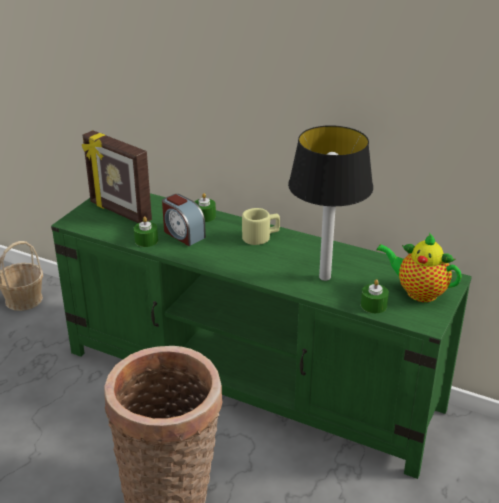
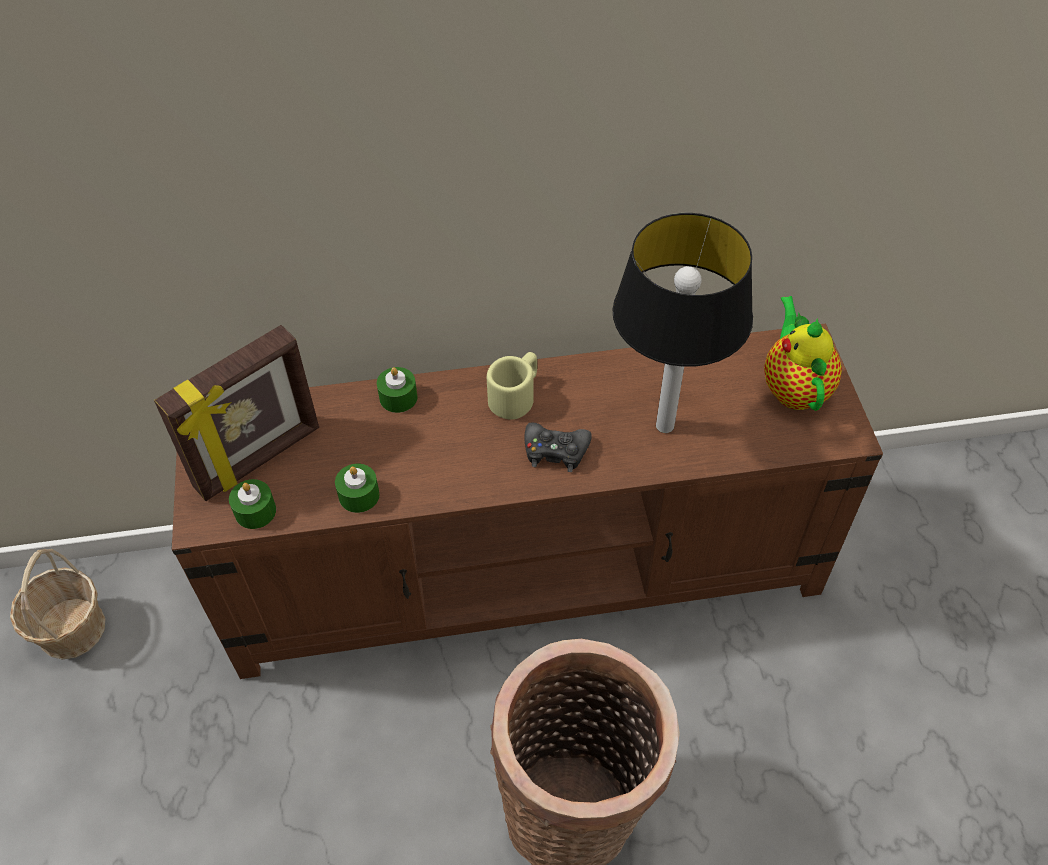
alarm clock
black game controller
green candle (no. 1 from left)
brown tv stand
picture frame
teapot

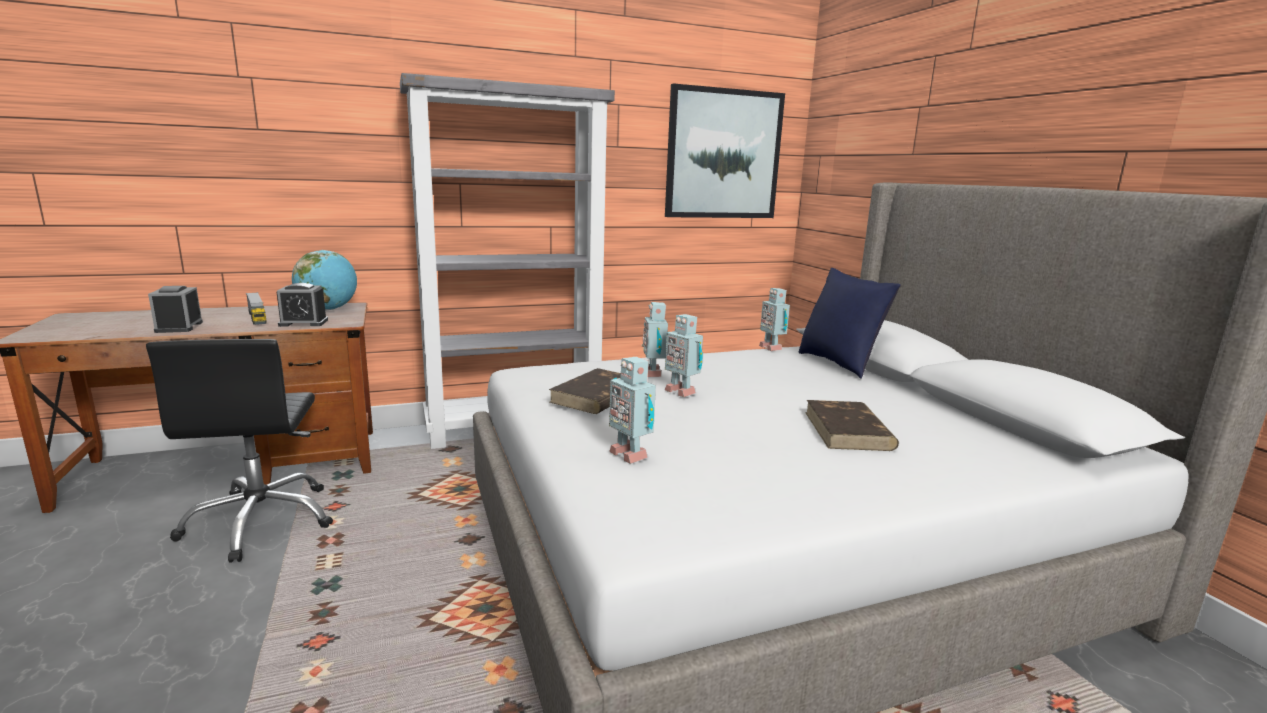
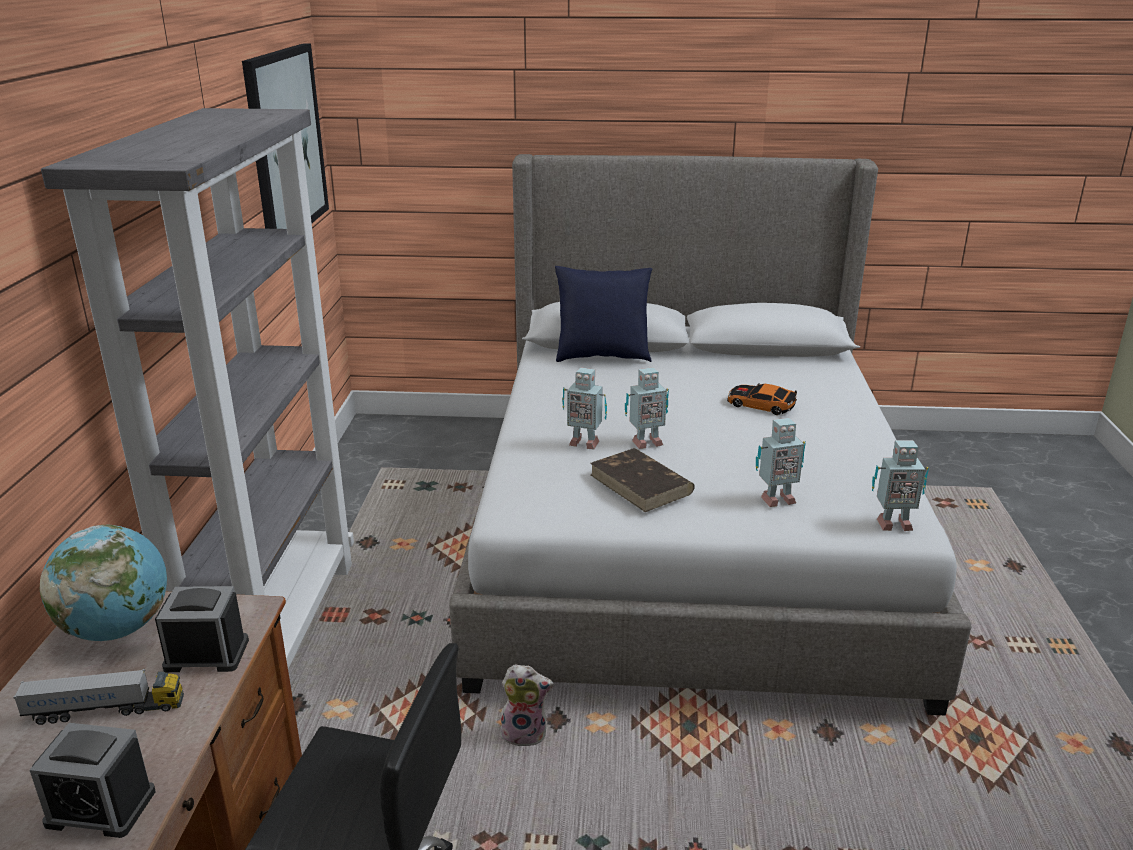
plush toy
toy robot (no. 4 from left)
toy car
alarm clock (no. 2 from left)

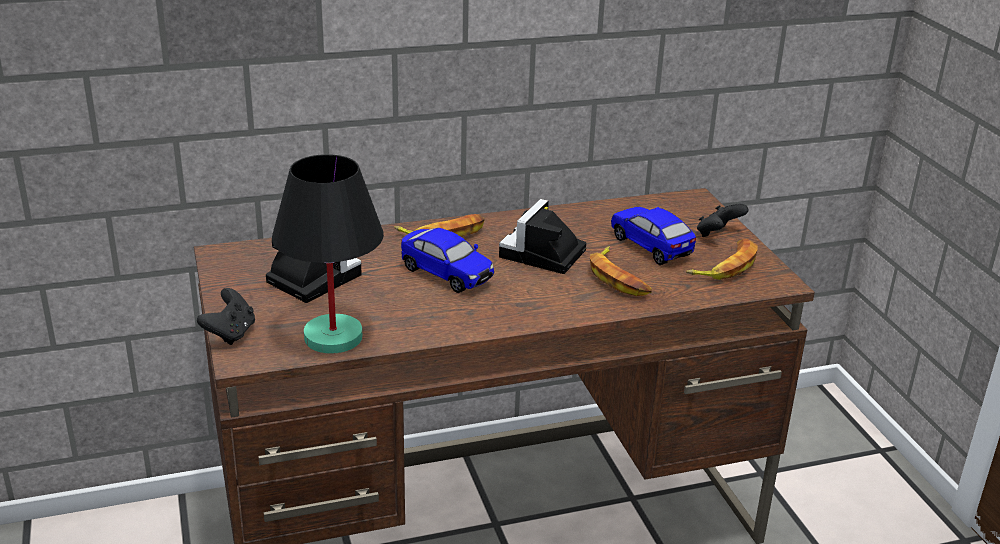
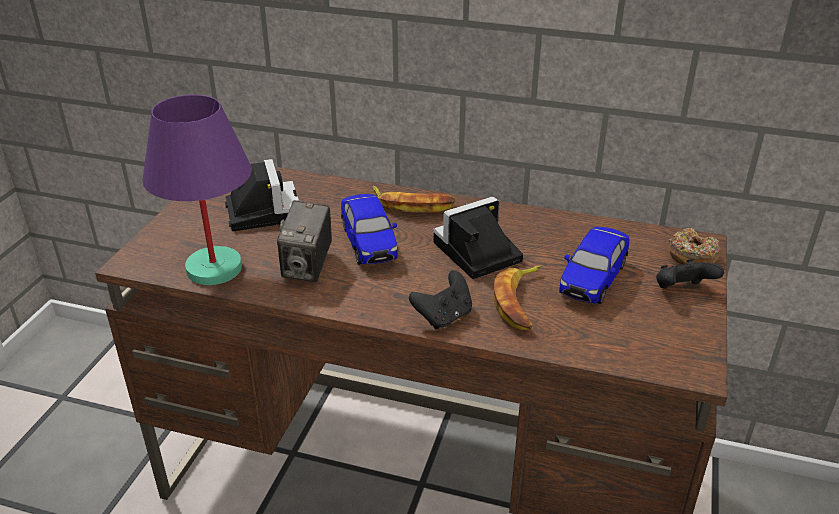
banana (no. 3 from left in the first image)
photo camera (no. 2 from left)
donut
black game controller (no. 1 from left)
purple table lamp
toy car (no. 2 from left)

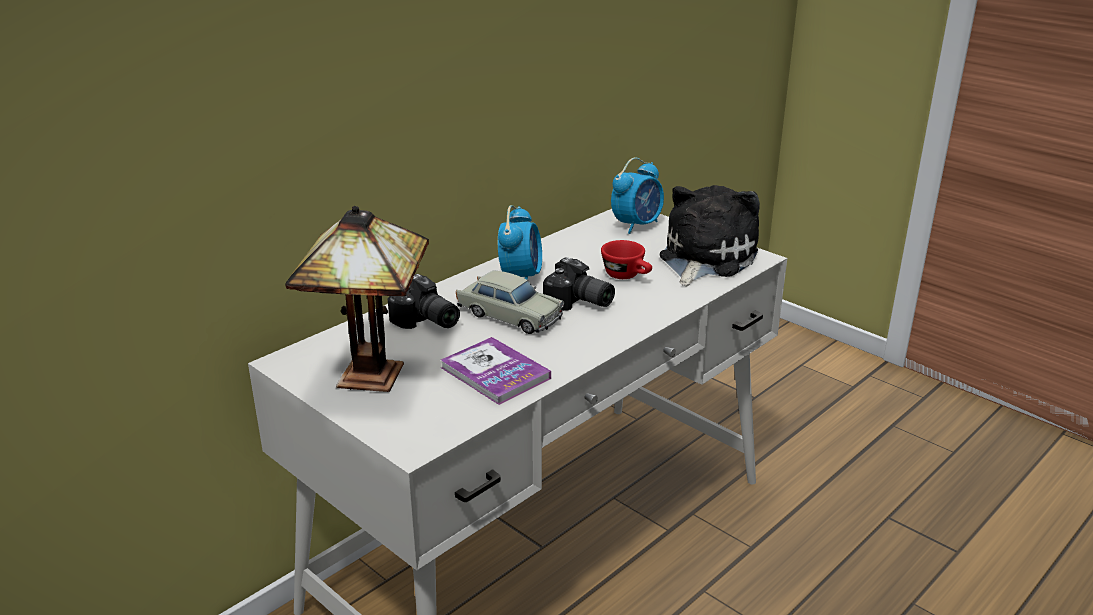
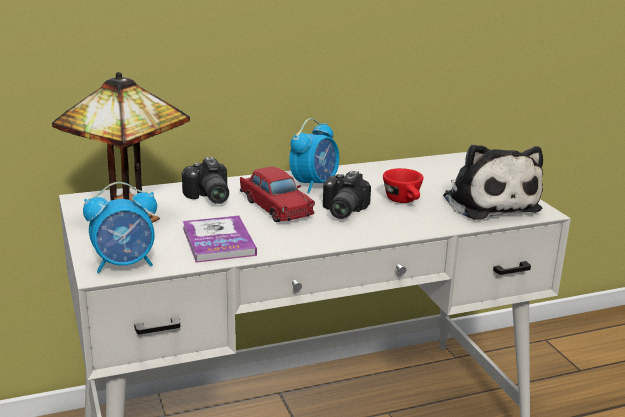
alarm clock (no. 1 from left)
red toy car
photo camera (no. 2 from left)
plush toy

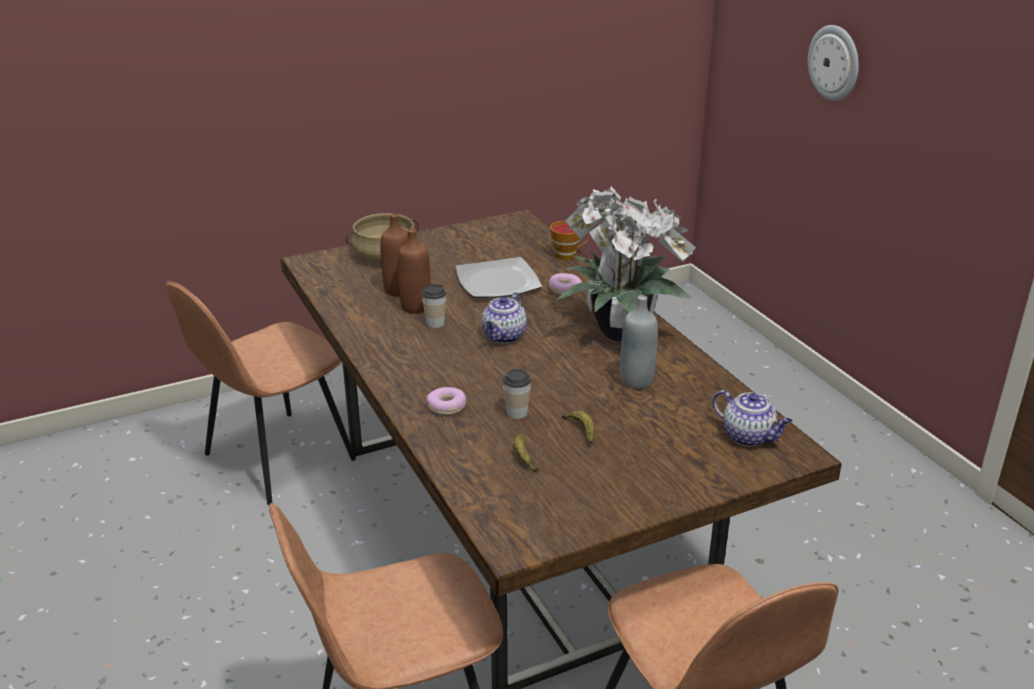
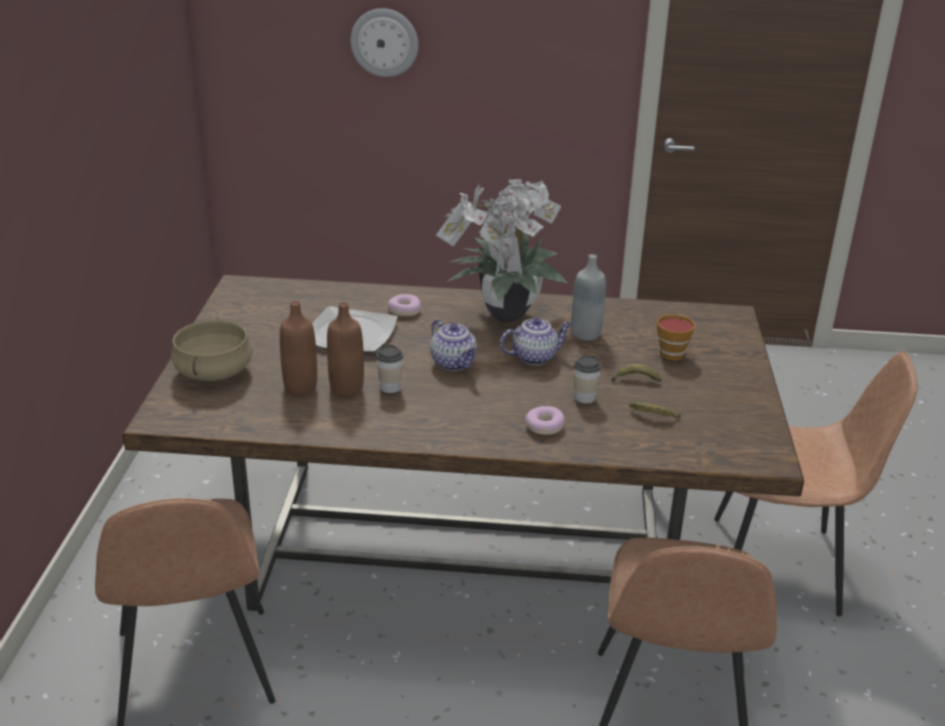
cup (no. 3 from left)
teapot (no. 2 from left)

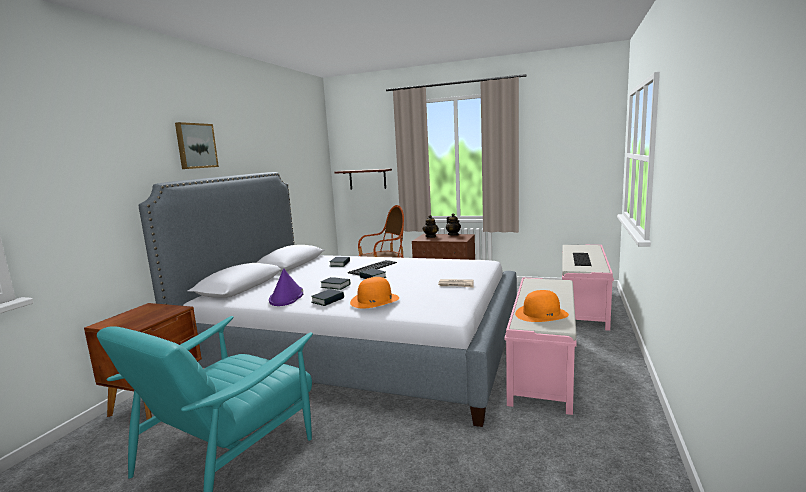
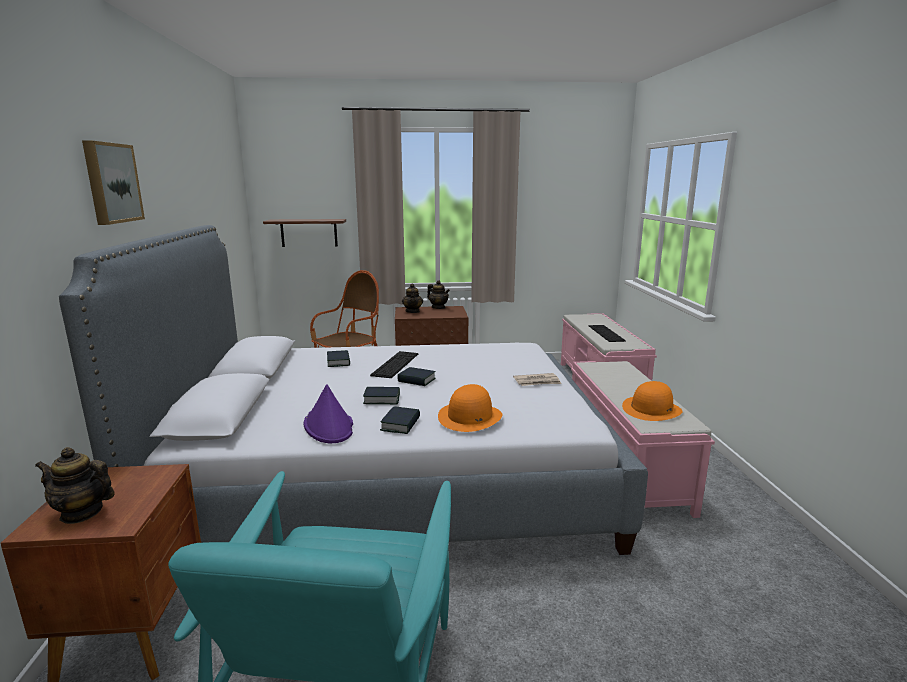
teapot (no. 1 from left)

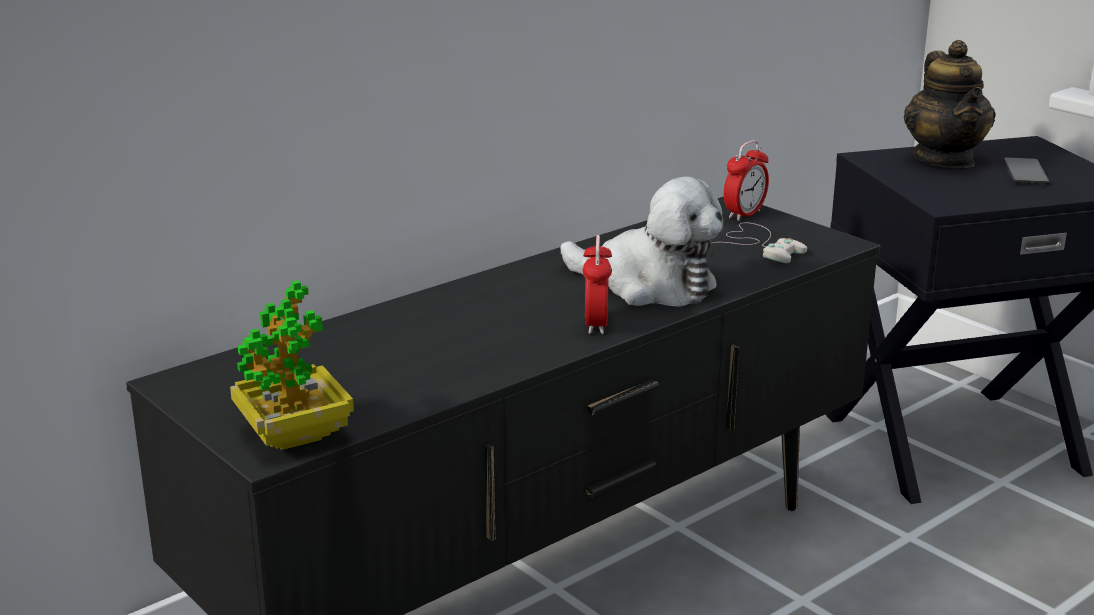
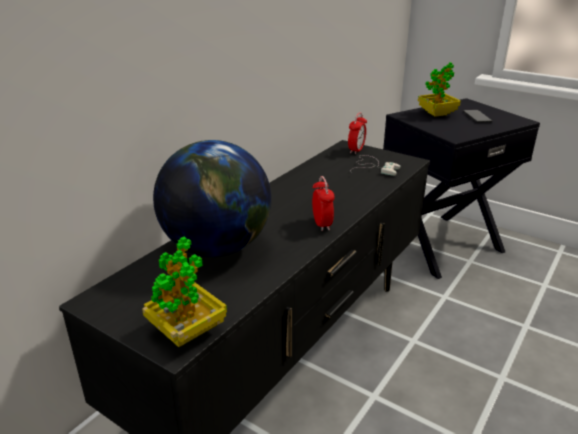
plush toy
globe
potted plant (no. 2 from left)

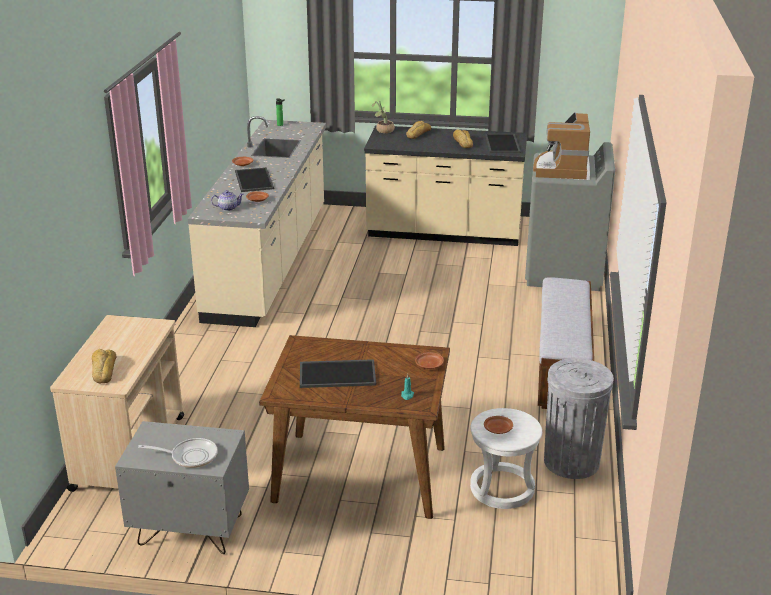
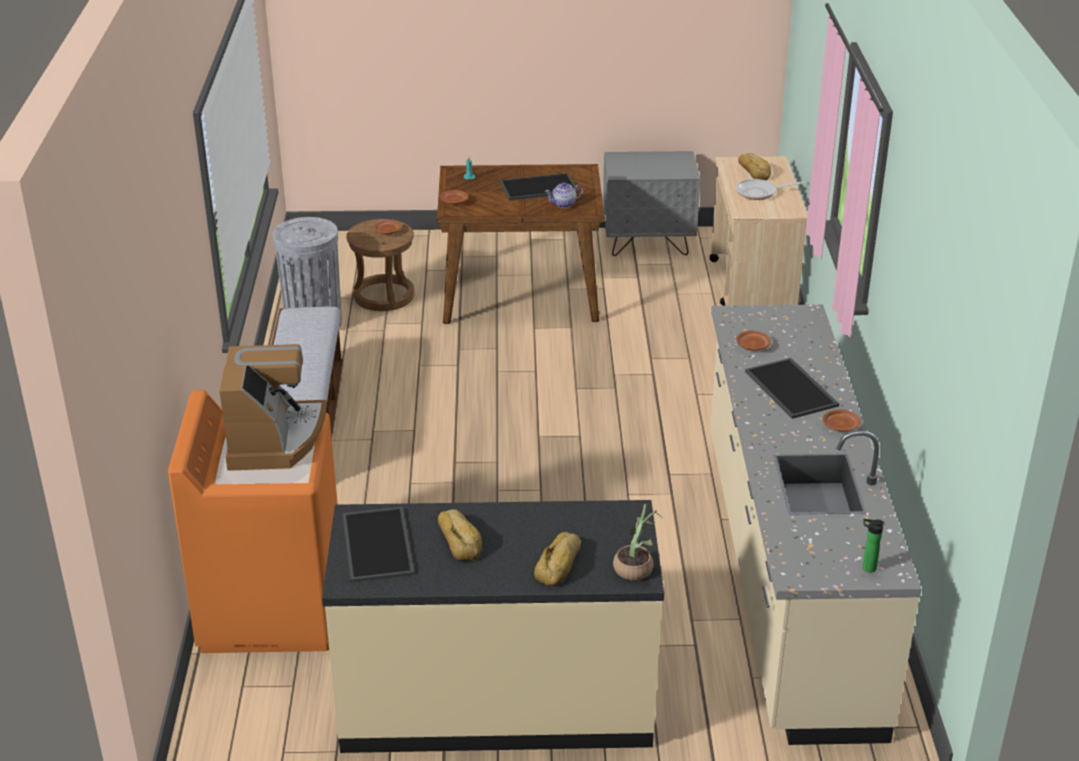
frying pan
teapot
brown stool
orange washing machine

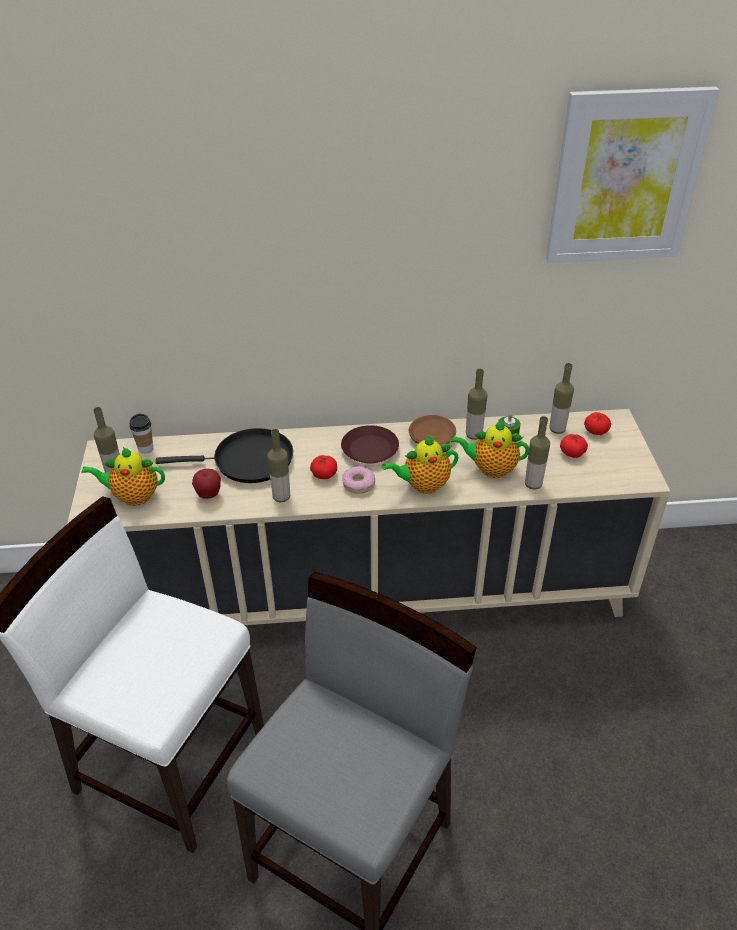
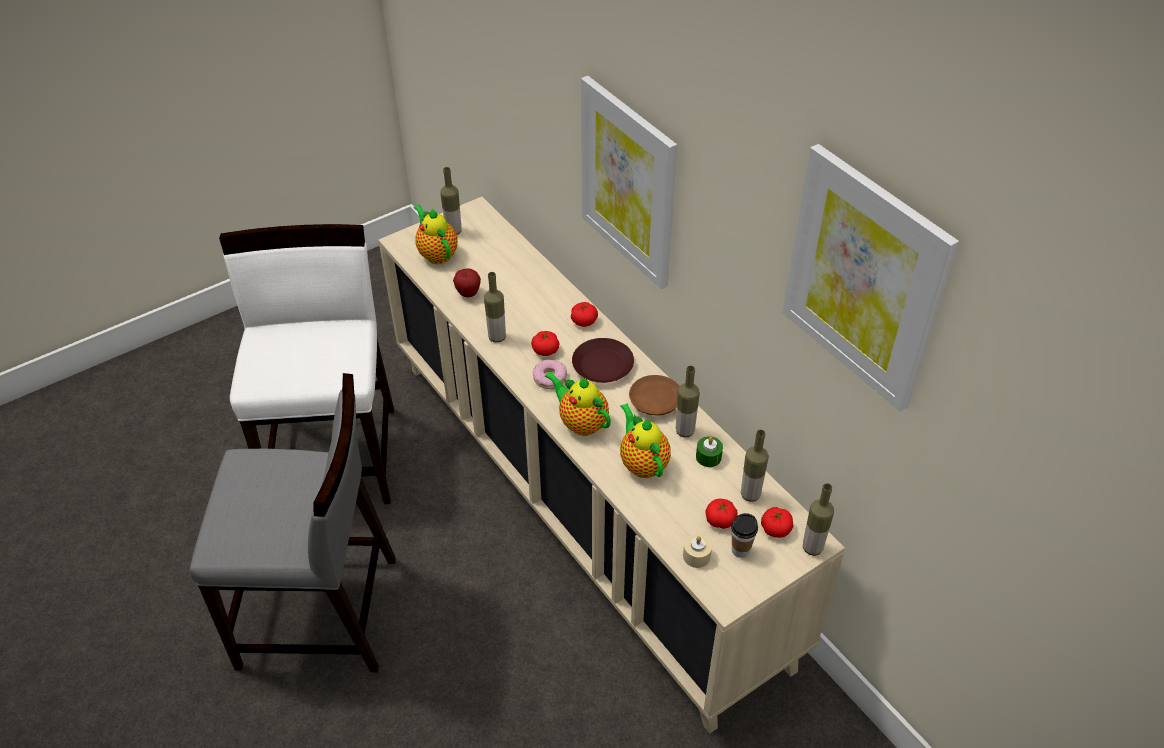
black frying pan
tomato (no. 2 from left)
picture (no. 1 from left)
beige candle
cup
bottle (no. 5 from left)

